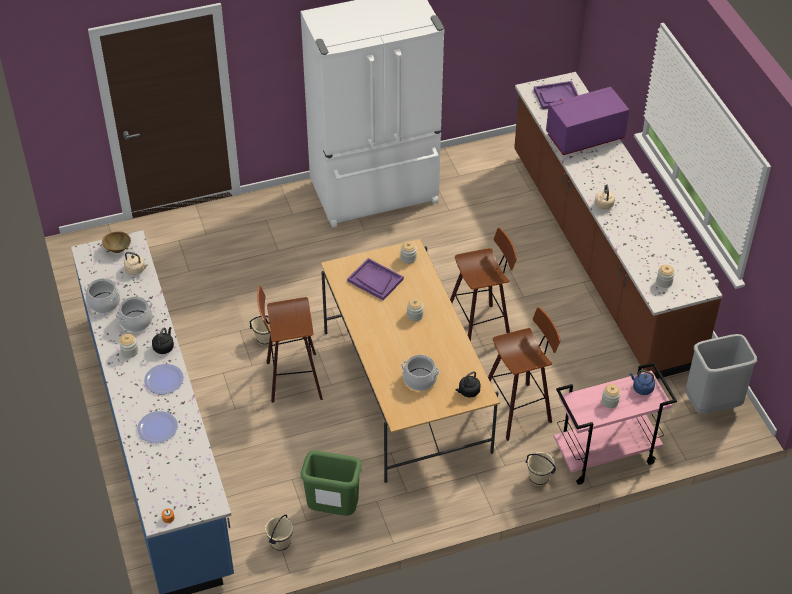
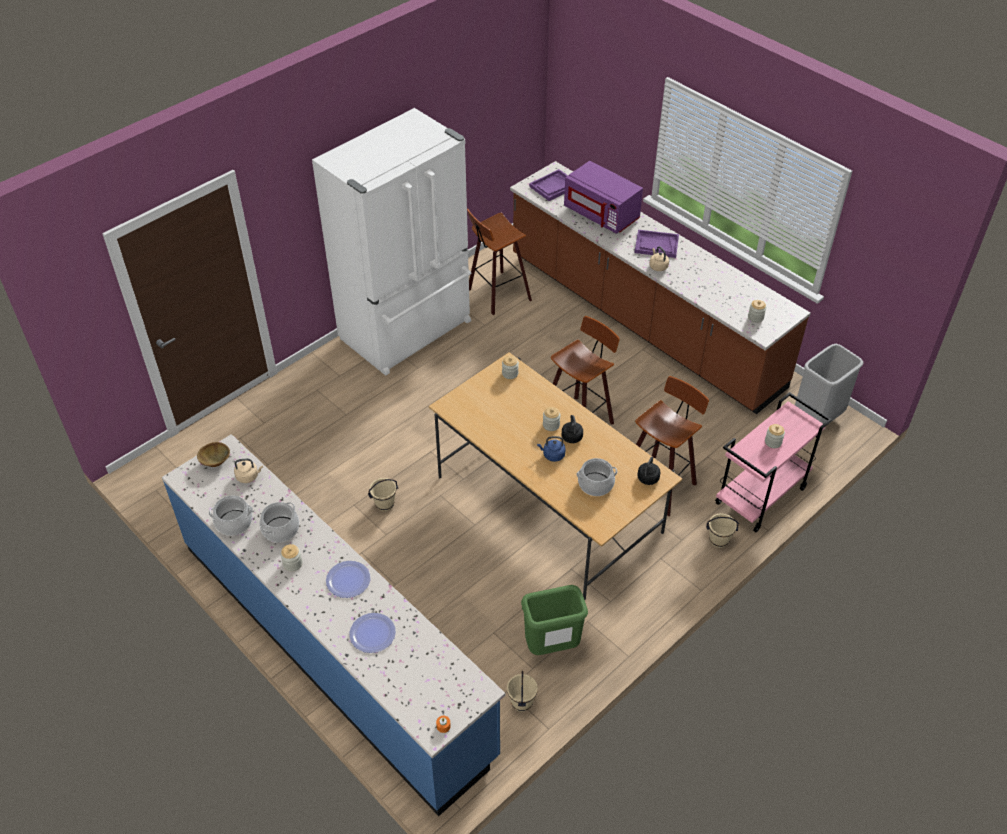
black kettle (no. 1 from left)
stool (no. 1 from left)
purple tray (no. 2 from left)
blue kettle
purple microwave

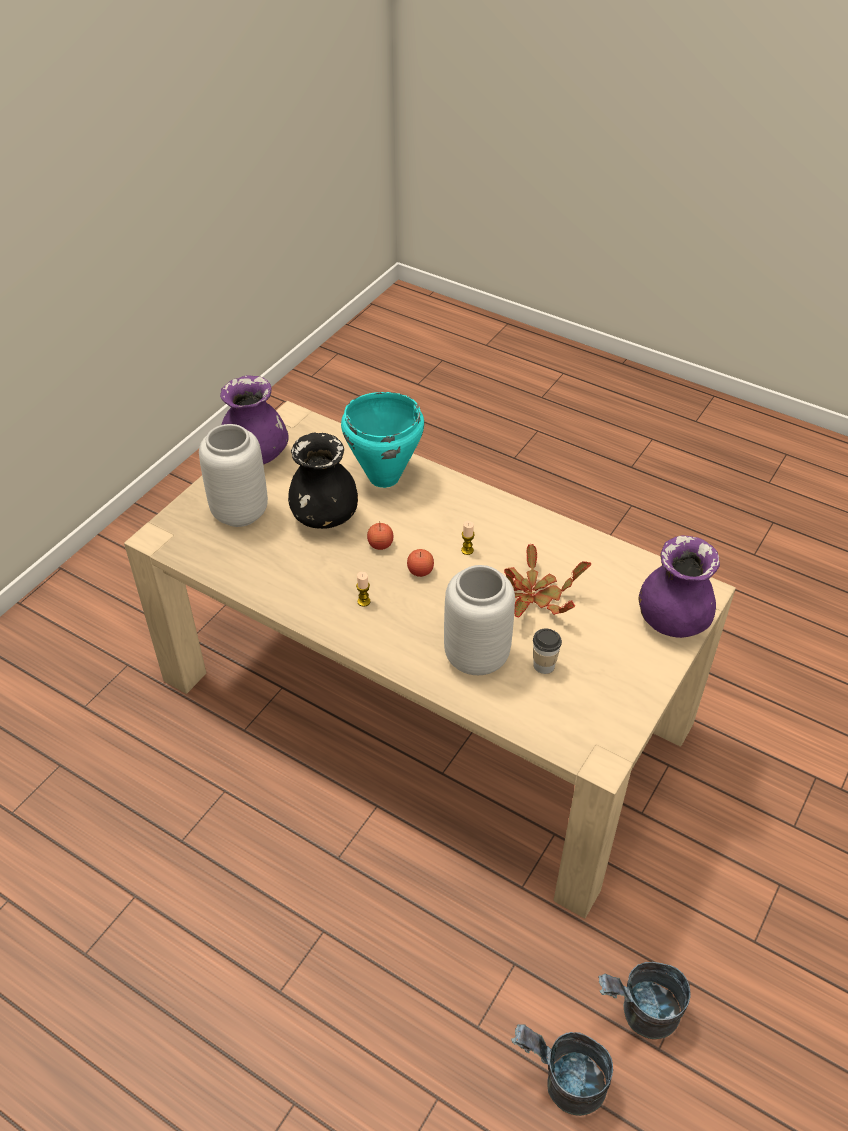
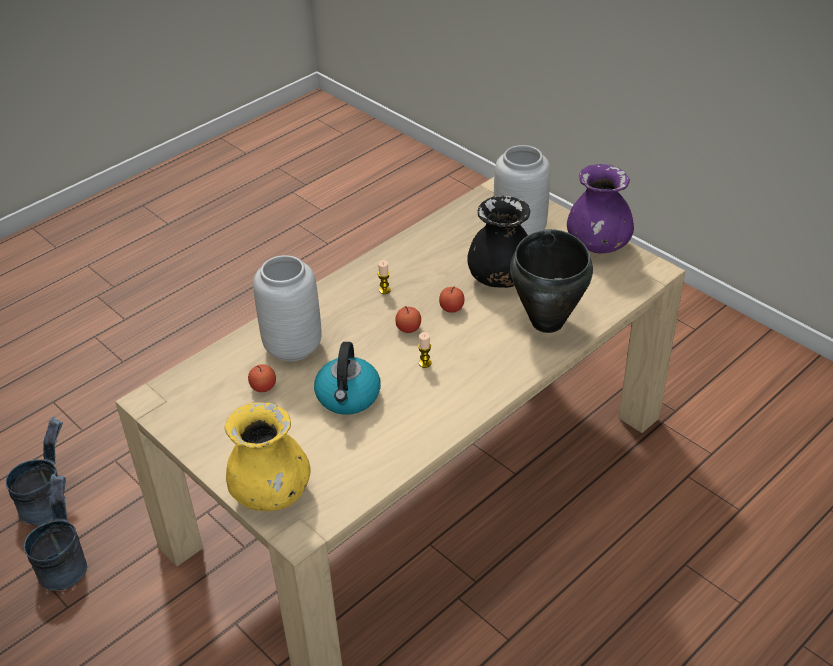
kettle
apple (no. 1 from left)
black cooking pot
yellow vase

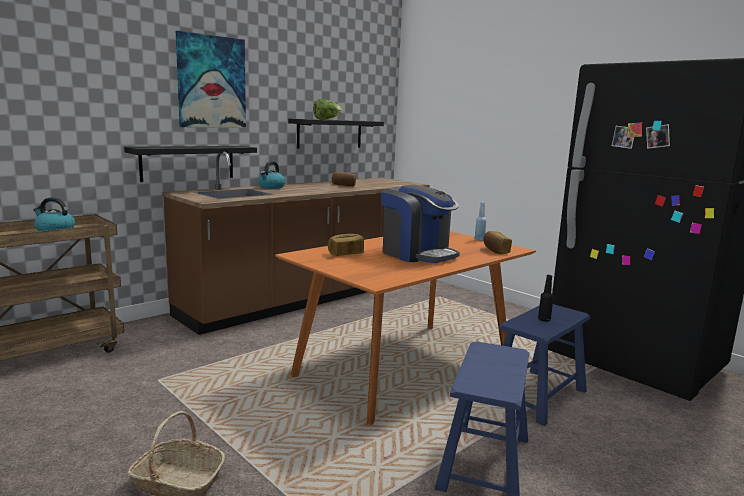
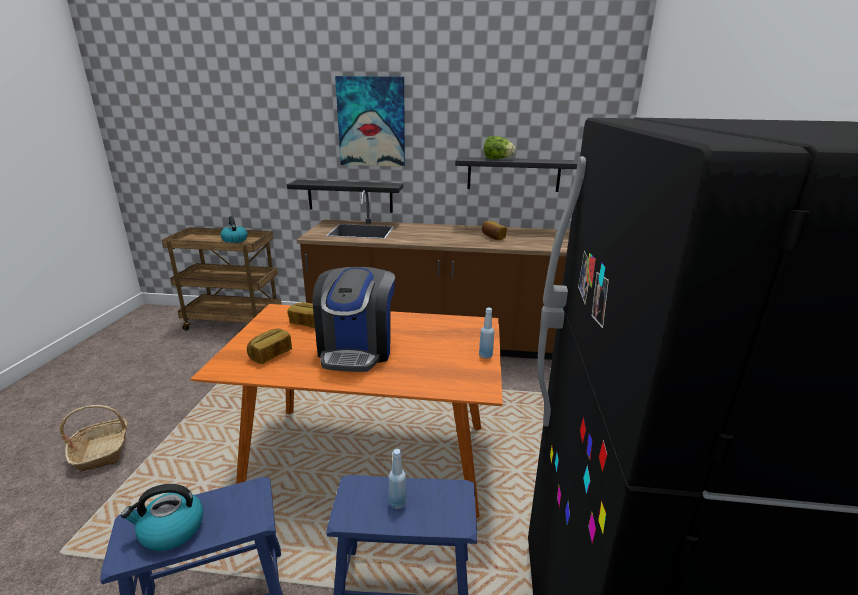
kettle (no. 1 from left)
bread (no. 1 from left)
blue bottle (no. 1 from left)

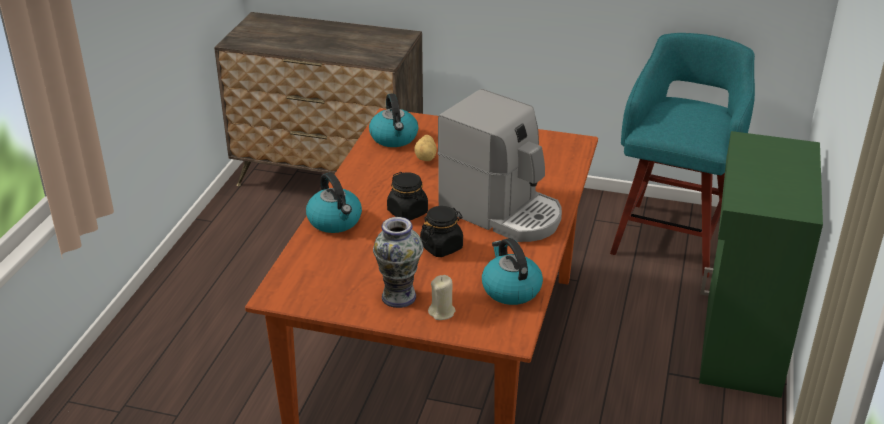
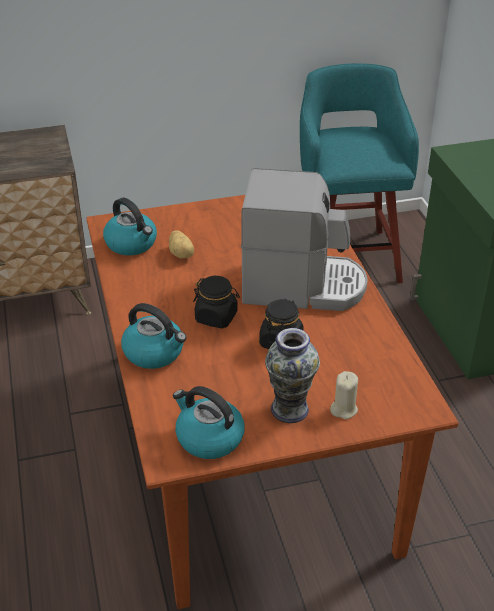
kettle (no. 3 from left)

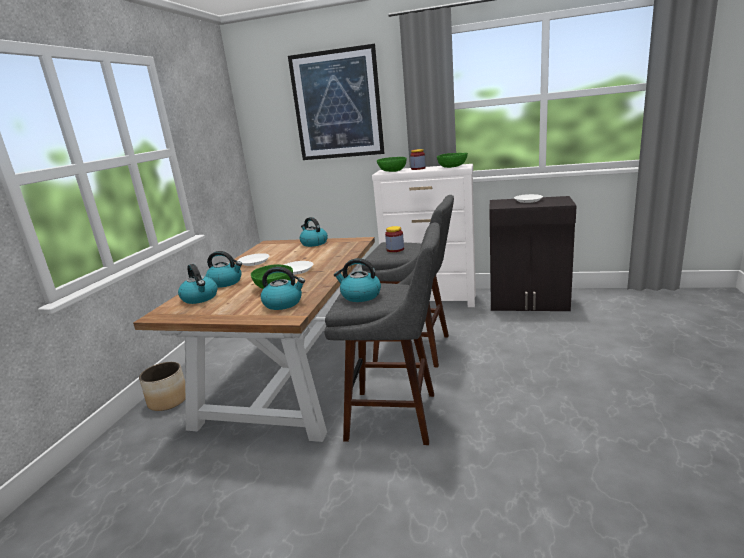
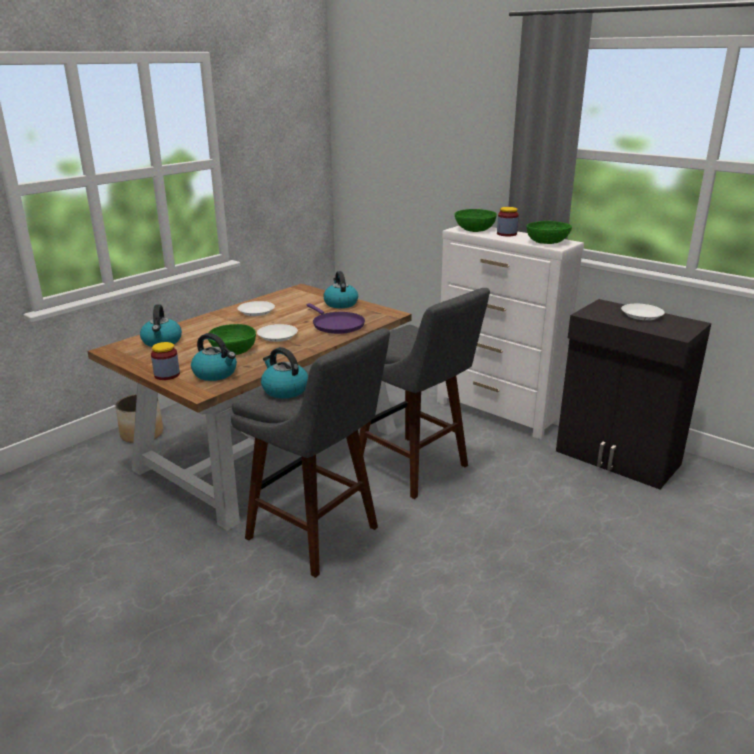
kettle (no. 2 from left in the first image)
picture
purple frying pan
jar (no. 1 from left)

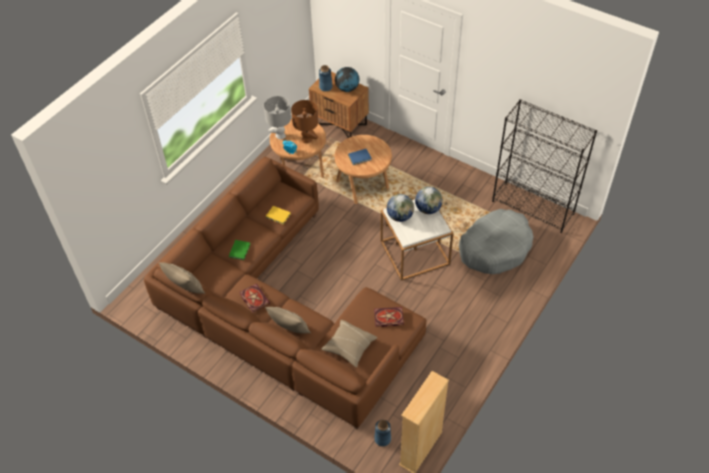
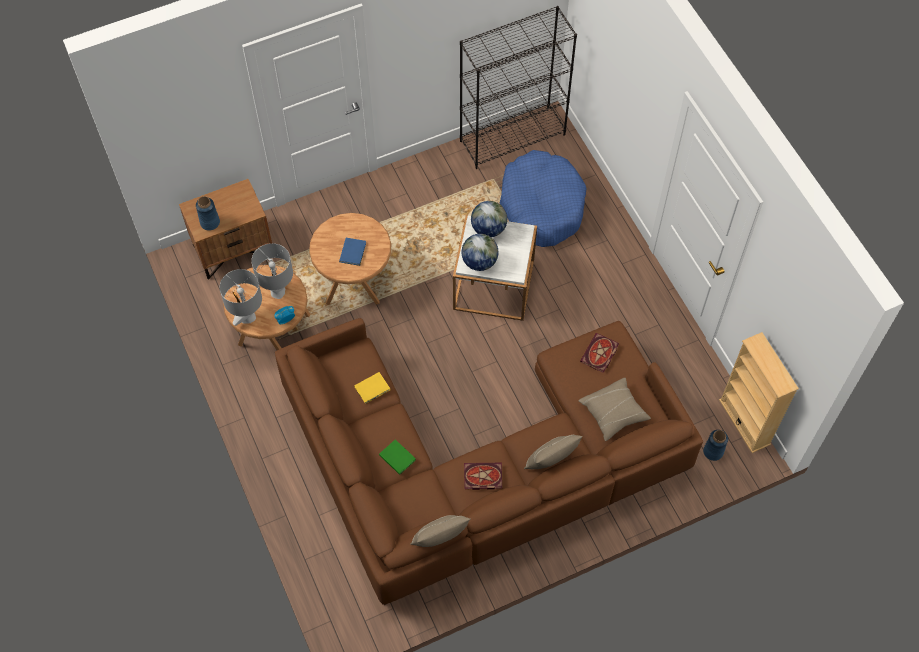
globe (no. 1 from left in the first image)
grey table lamp (no. 2 from left)
blue dog bed

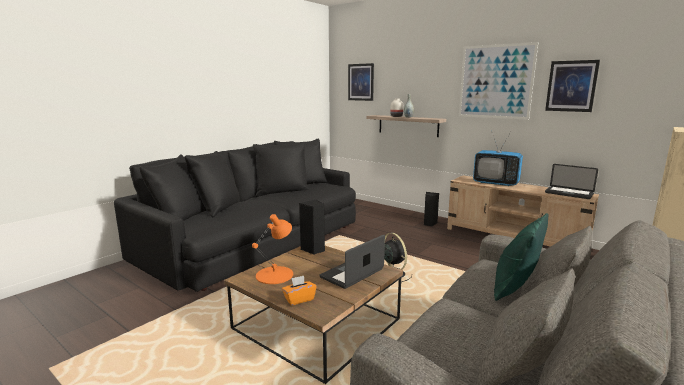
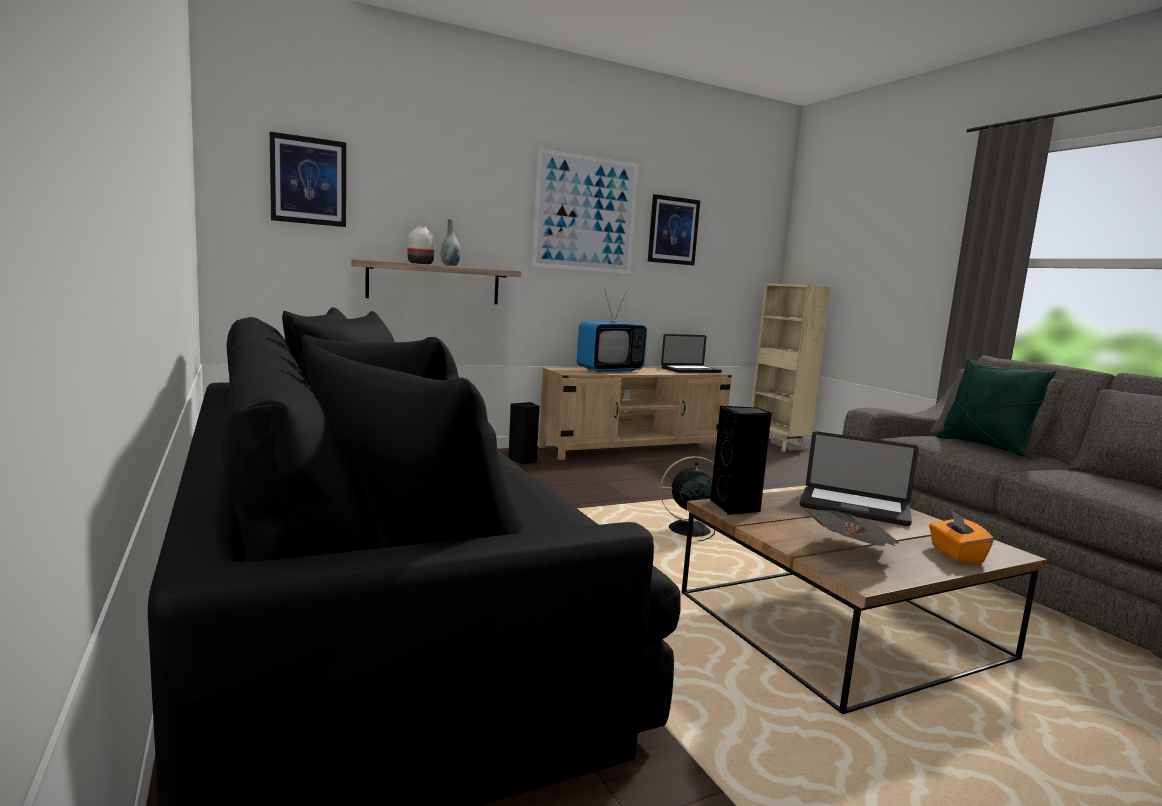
newspaper
laptop (no. 2 from left)

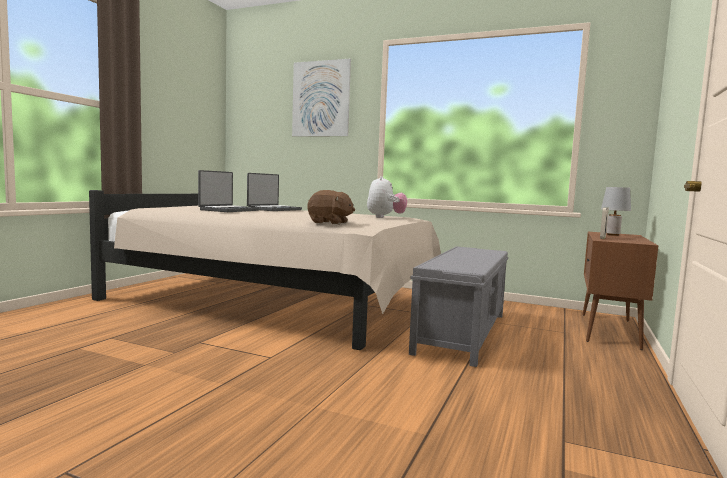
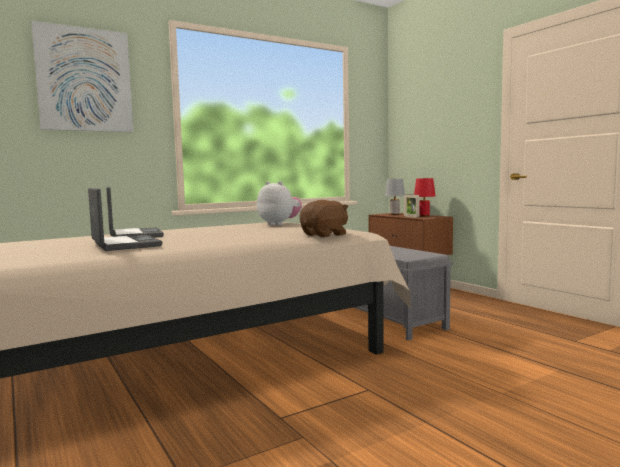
red table lamp

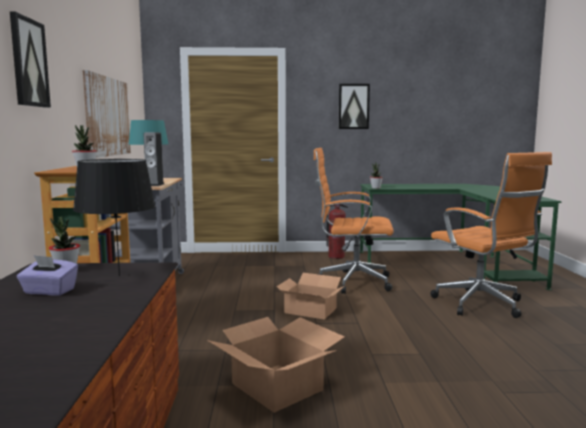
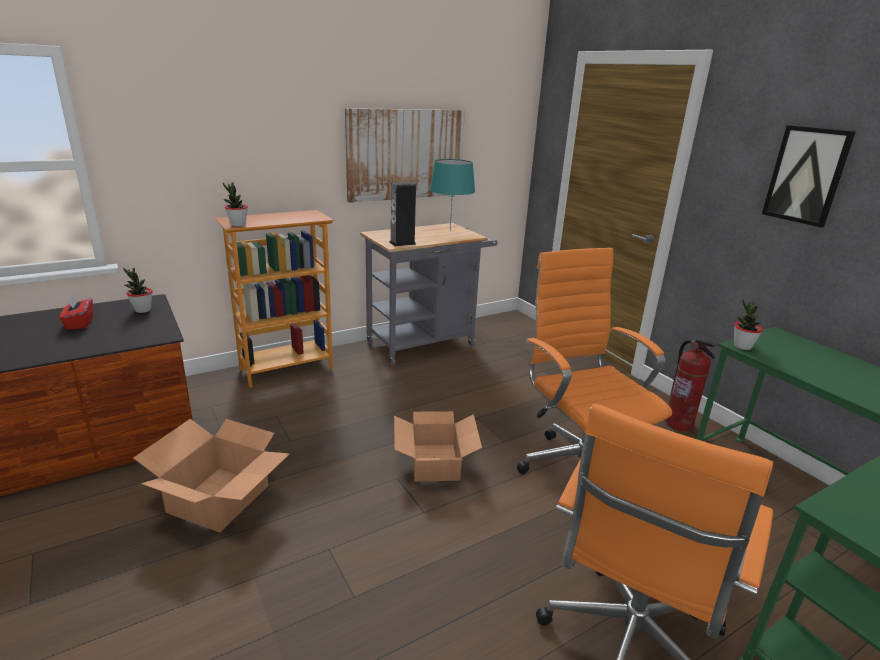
picture (no. 1 from left in the first image)
black table lamp
red tissue box

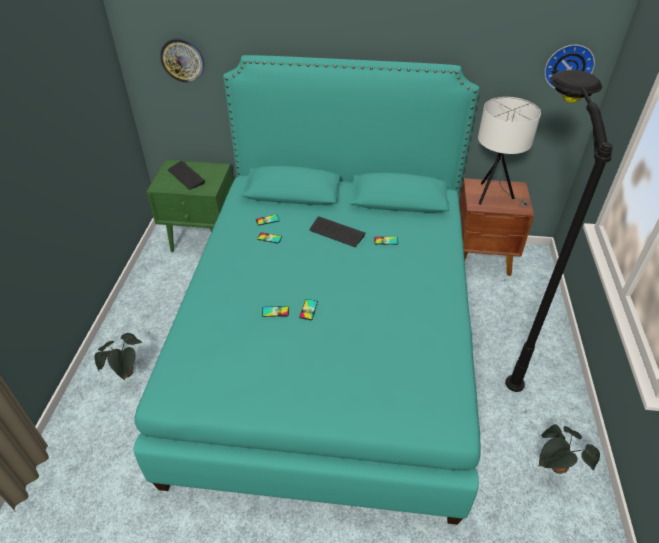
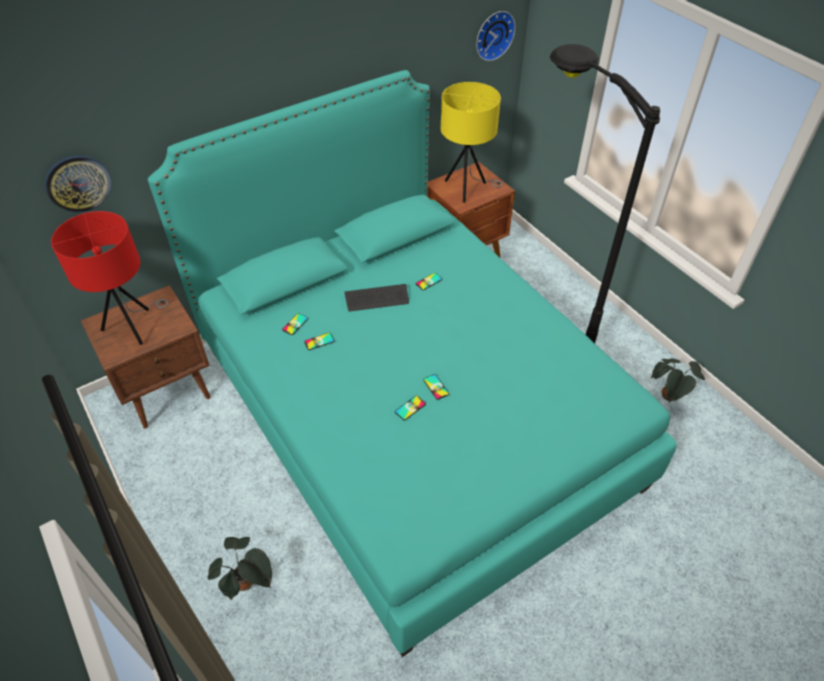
red table lamp
brown nightstand (no. 1 from left)
yellow table lamp

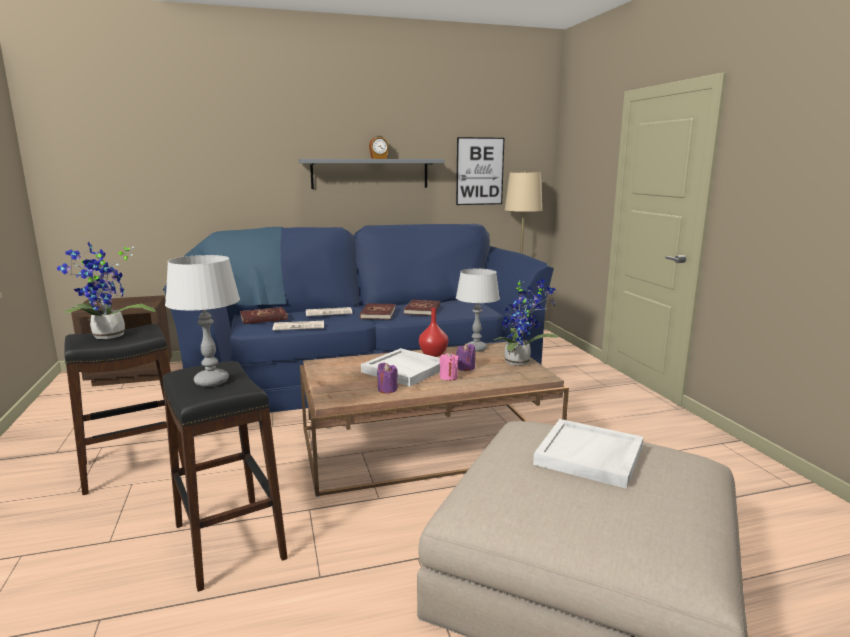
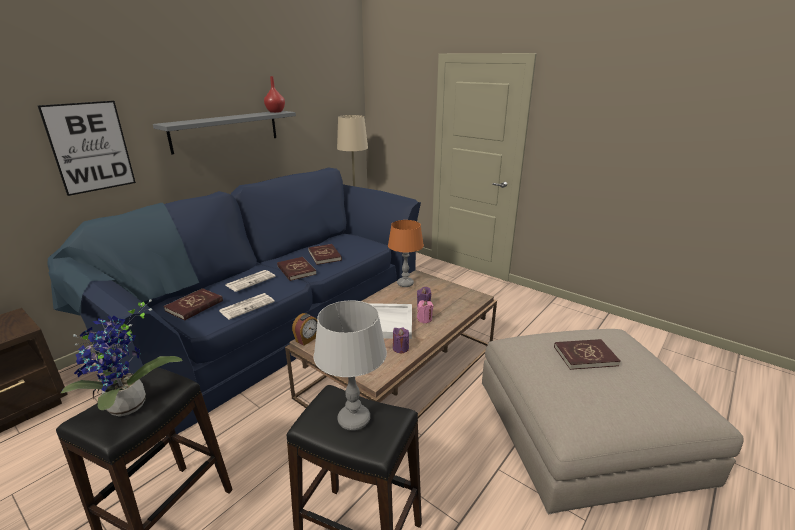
potted plant (no. 2 from left in the first image)
alarm clock
red vase
picture
red book (no. 4 from left)
orange table lamp

